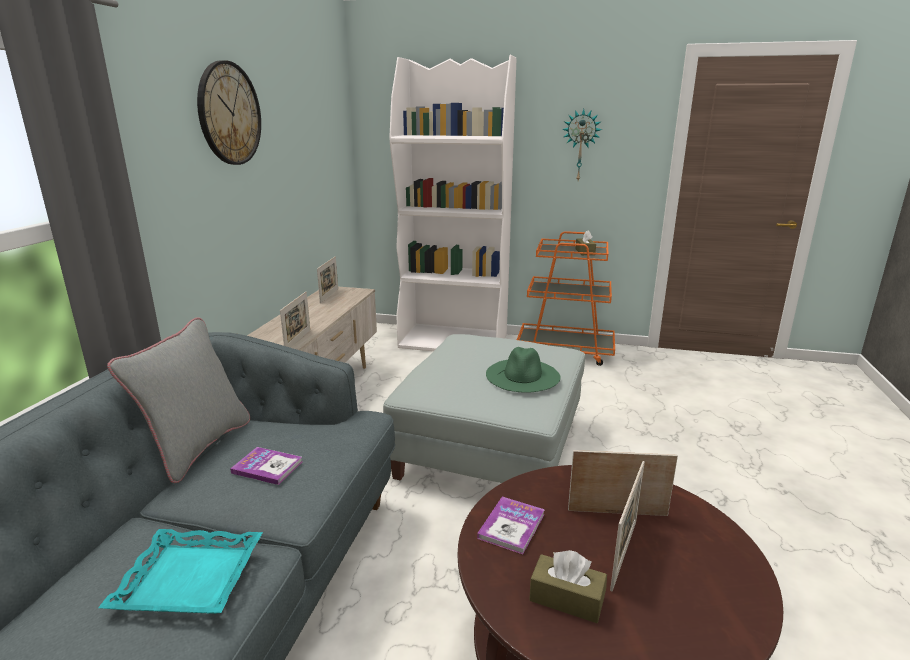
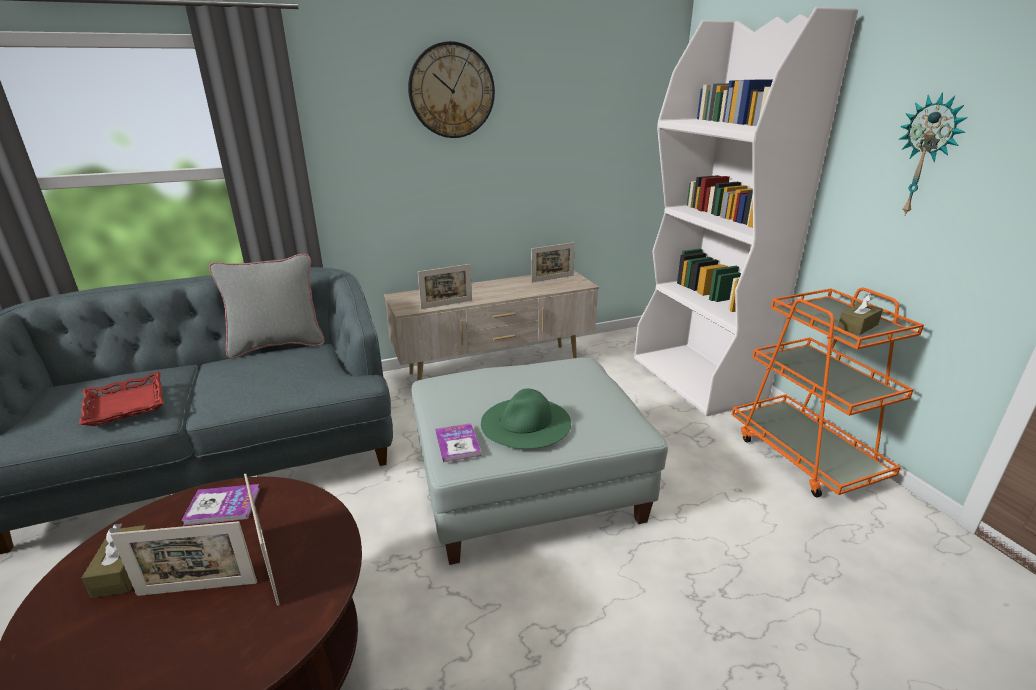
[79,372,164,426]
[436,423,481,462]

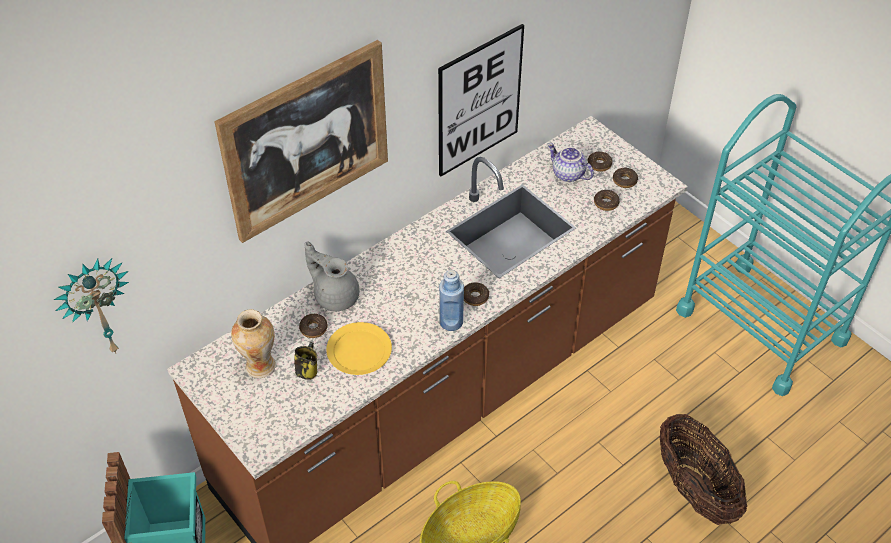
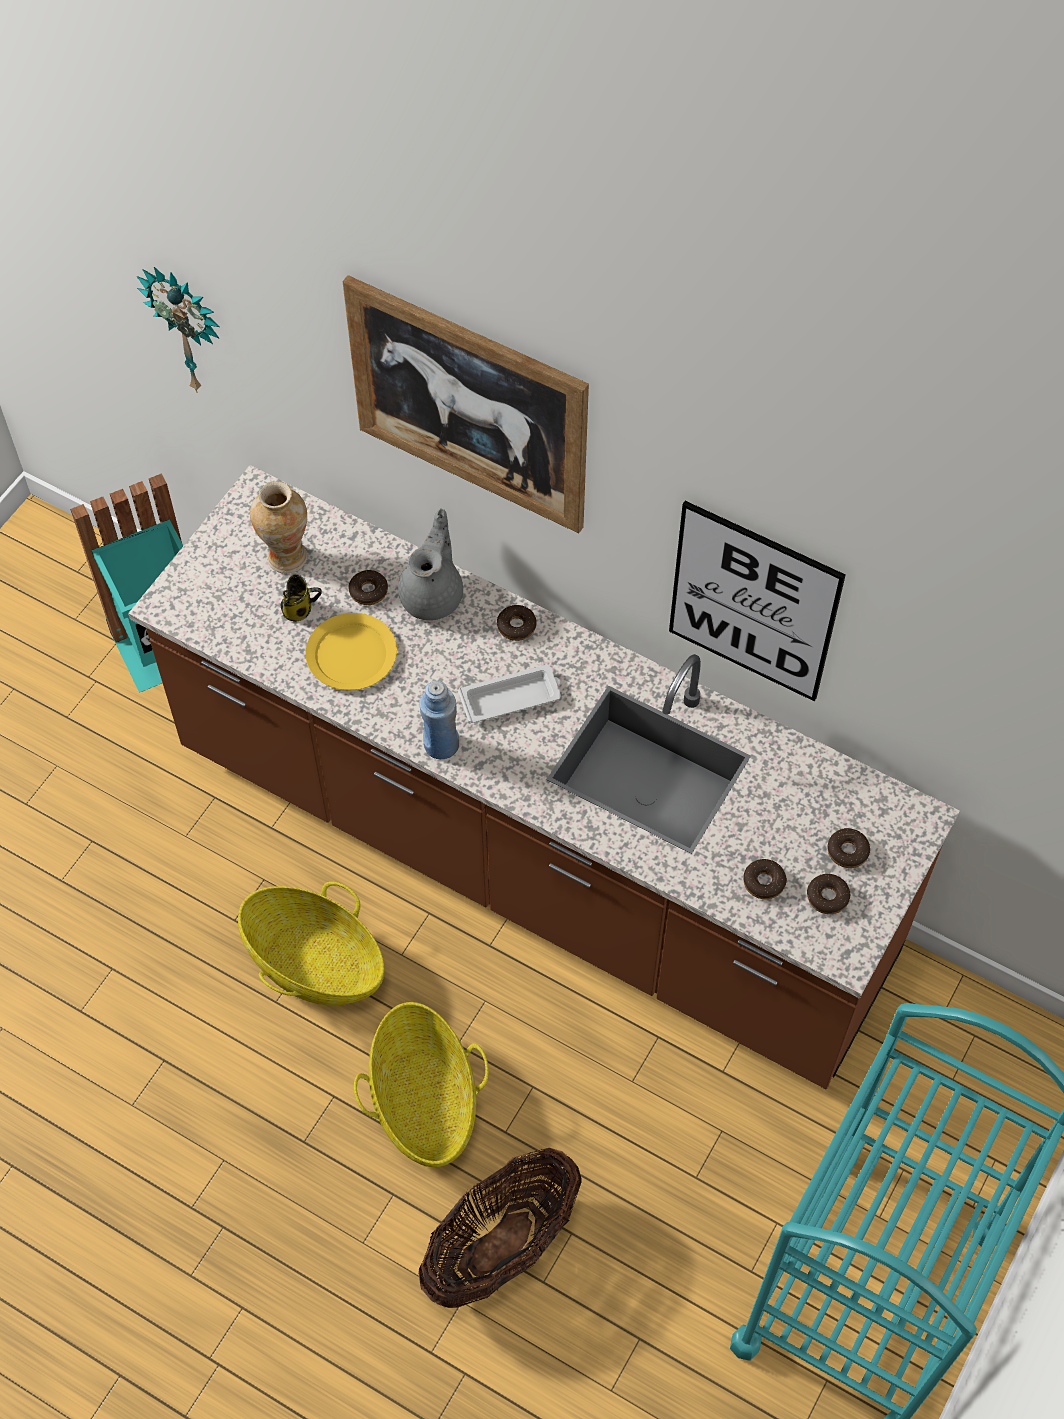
[354,1002,489,1167]
[458,665,561,723]
[497,605,537,641]
[547,143,594,182] (first image)

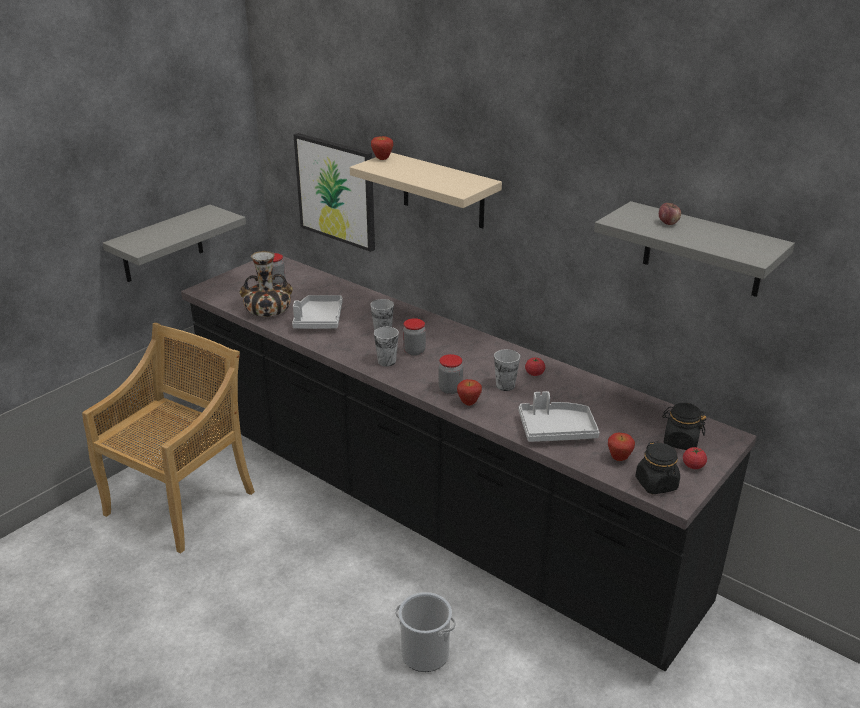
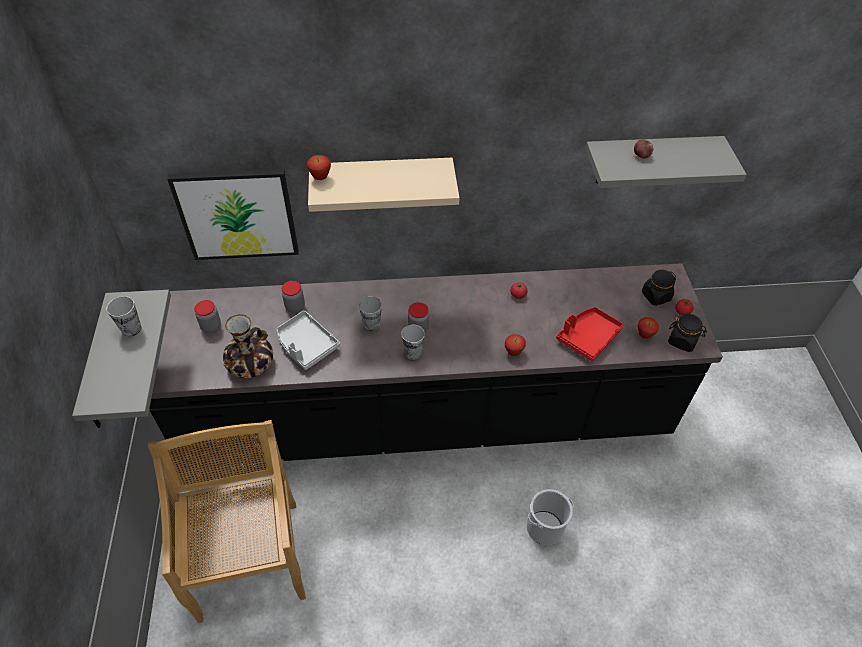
[107,296,142,337]
[282,281,305,313]
[556,307,624,361]

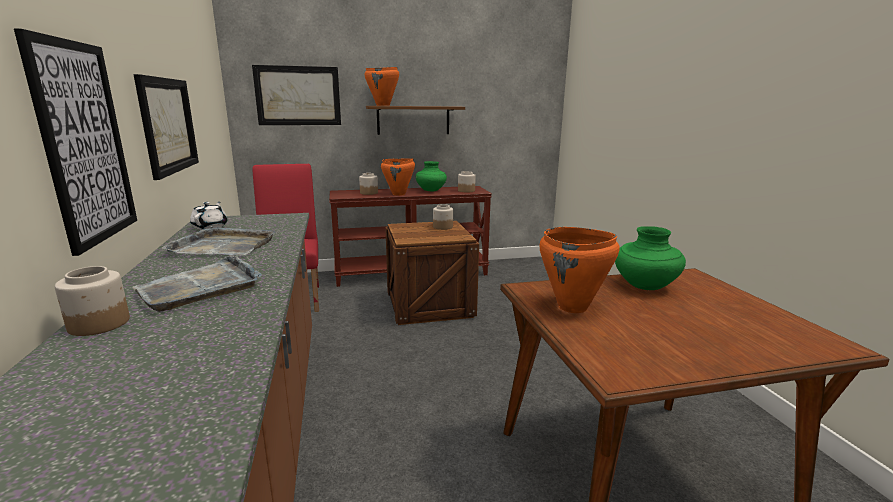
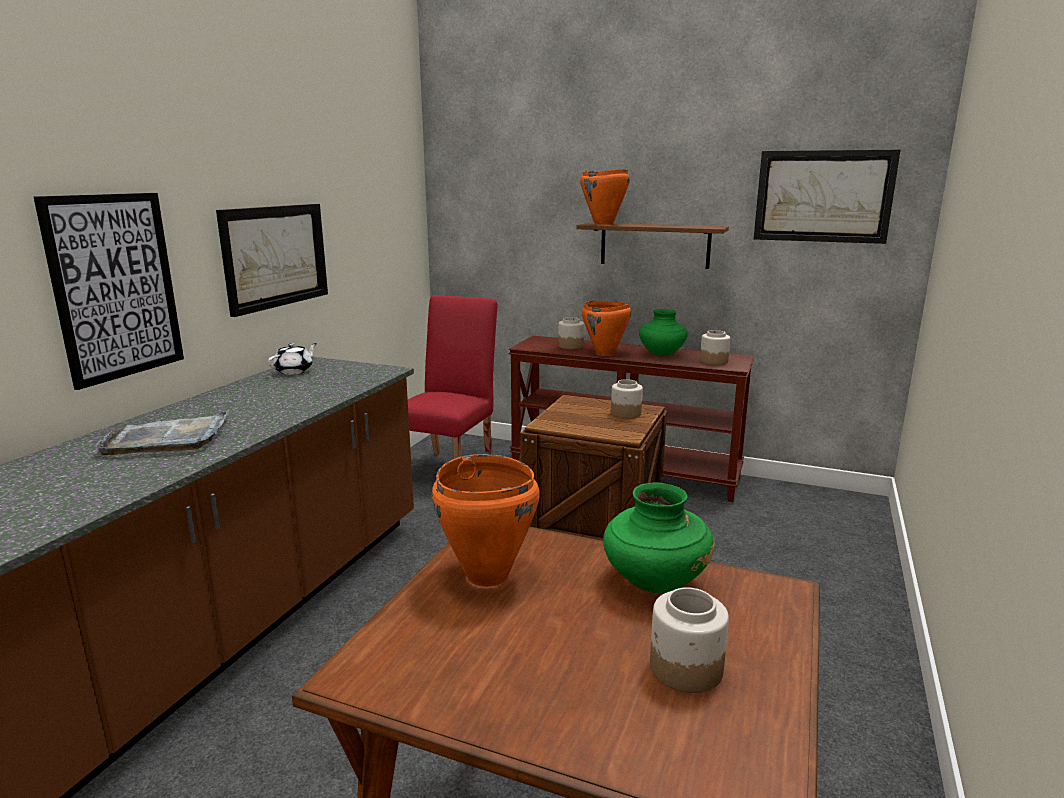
[650,587,729,693]
[754,150,900,244]
[162,226,275,256] (first image)

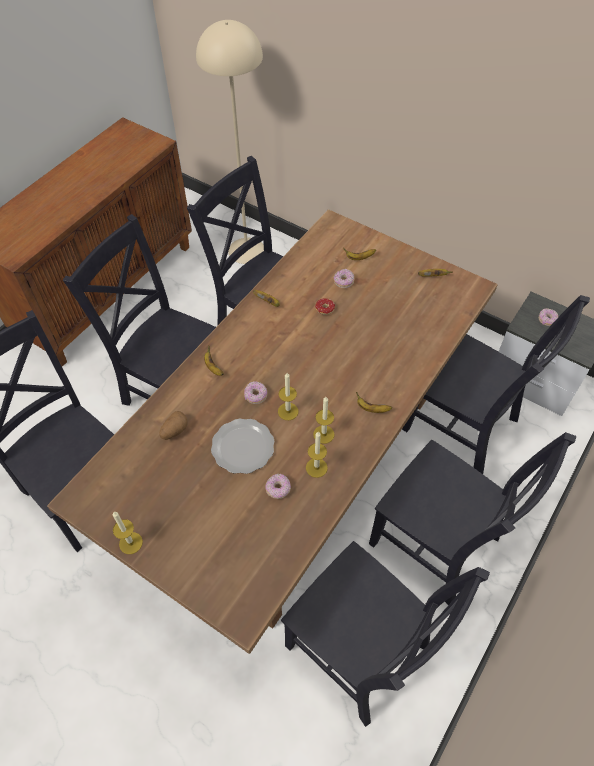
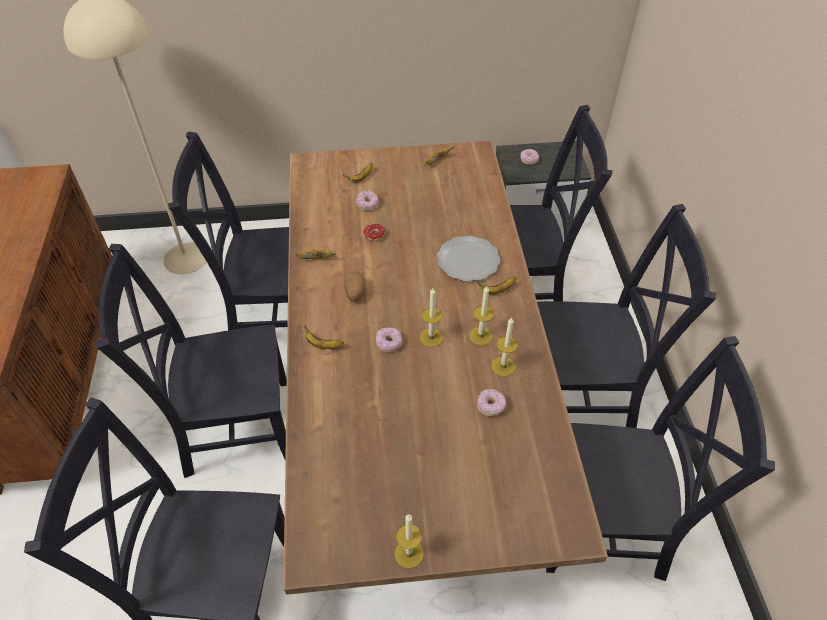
[344,272,365,302]
[437,236,500,282]

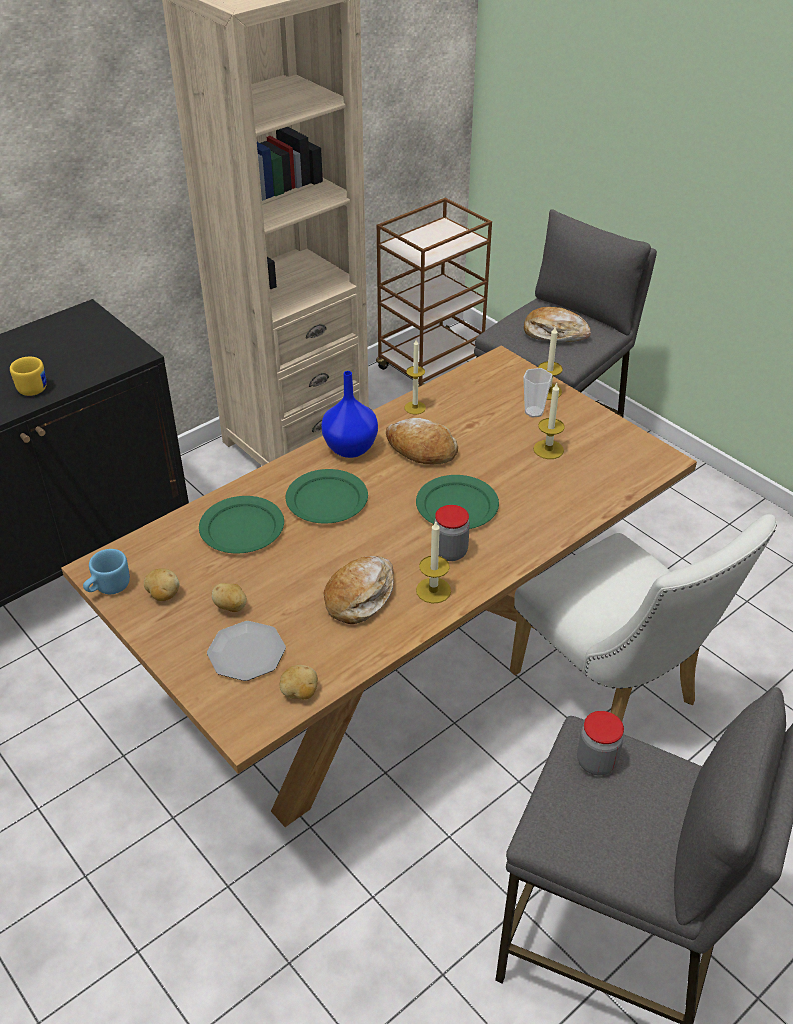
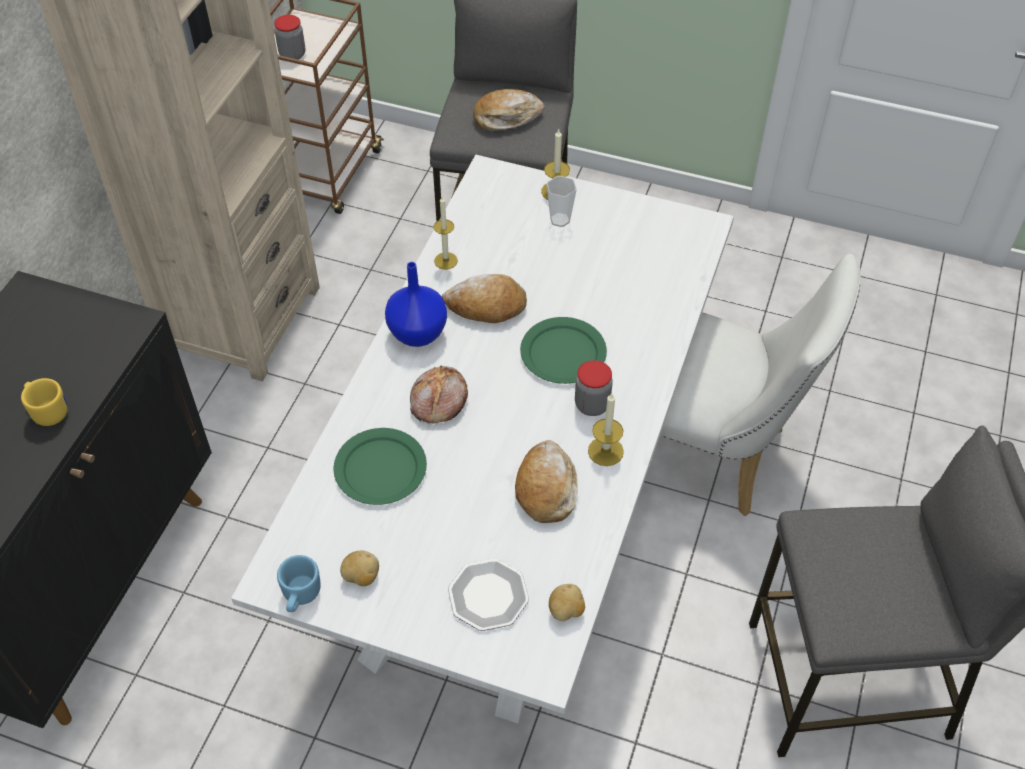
[231,155,734,723]
[274,15,305,60]
[410,366,468,424]
[212,583,247,612] (first image)
[533,383,565,459] (first image)

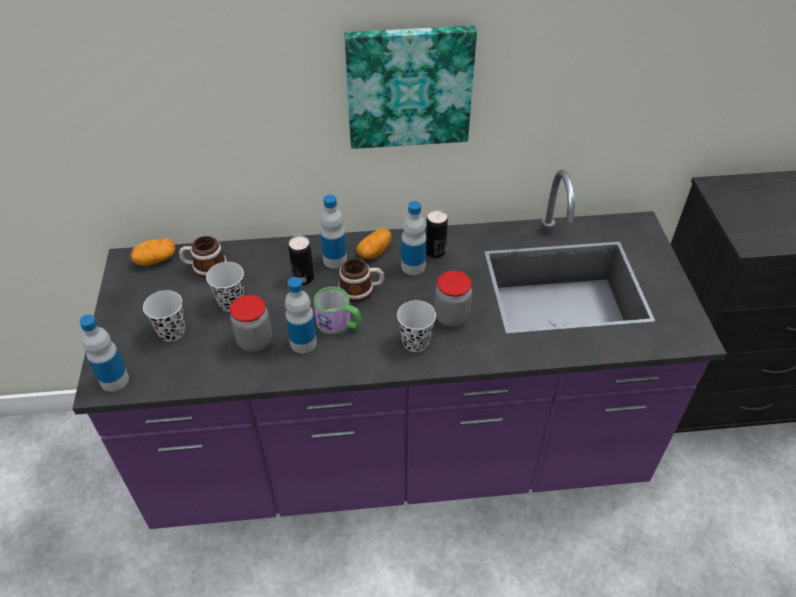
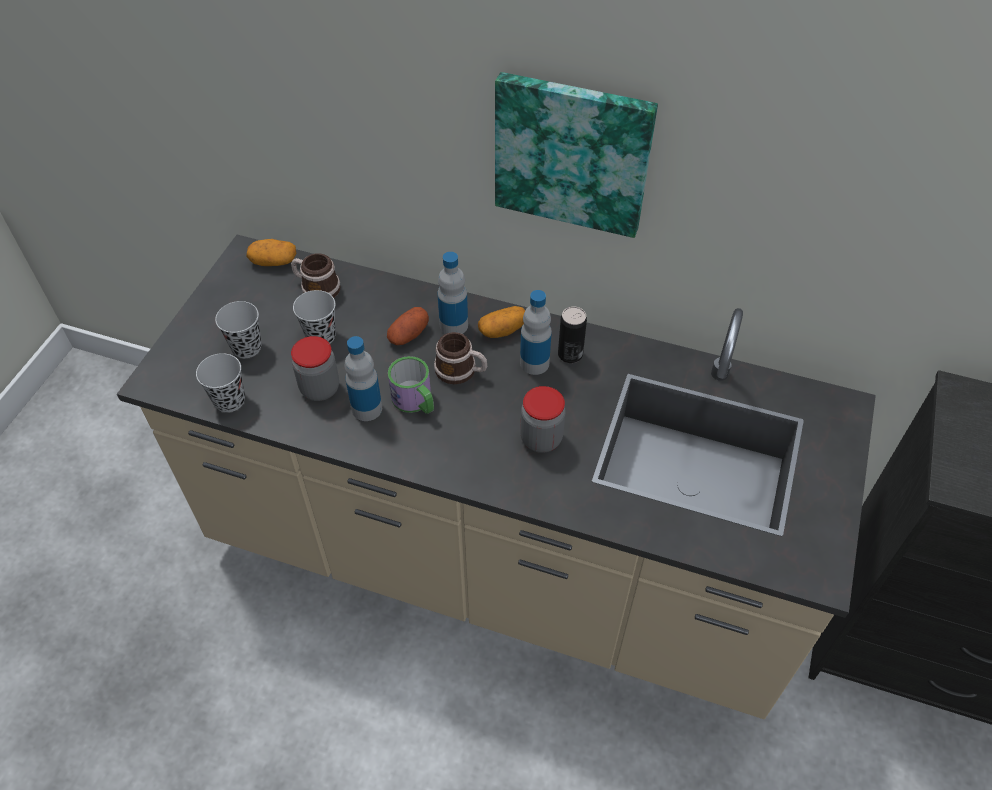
[117,235,876,719]
[196,353,245,412]
[387,307,429,345]
[79,315,129,392] (first image)

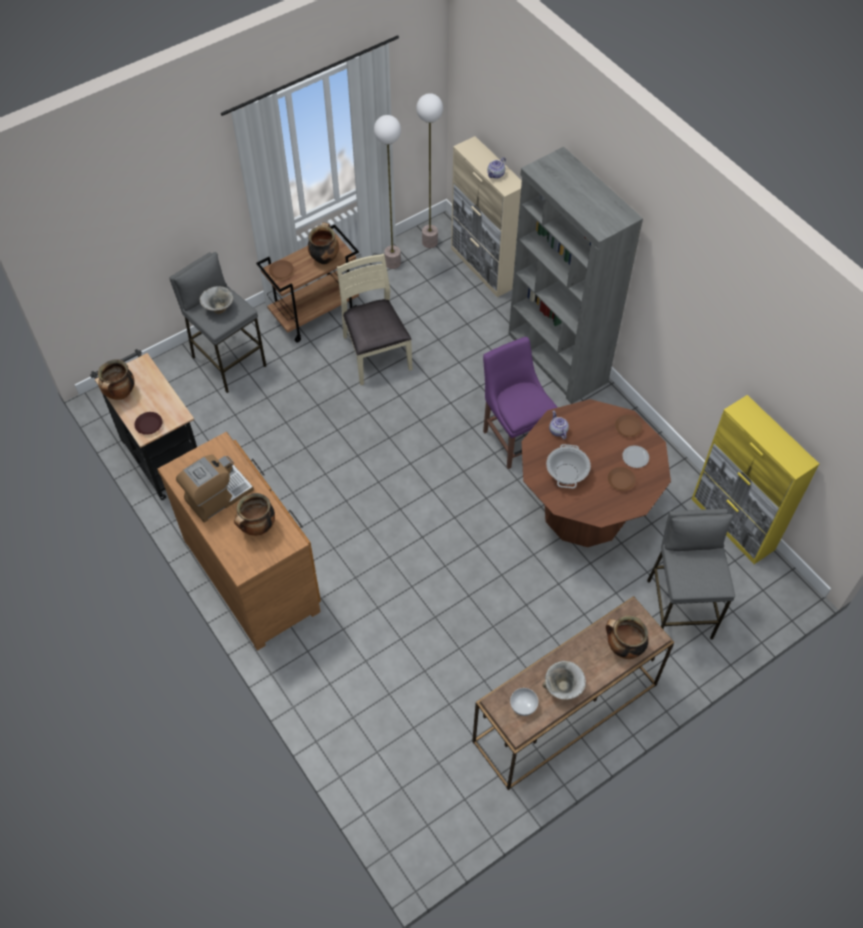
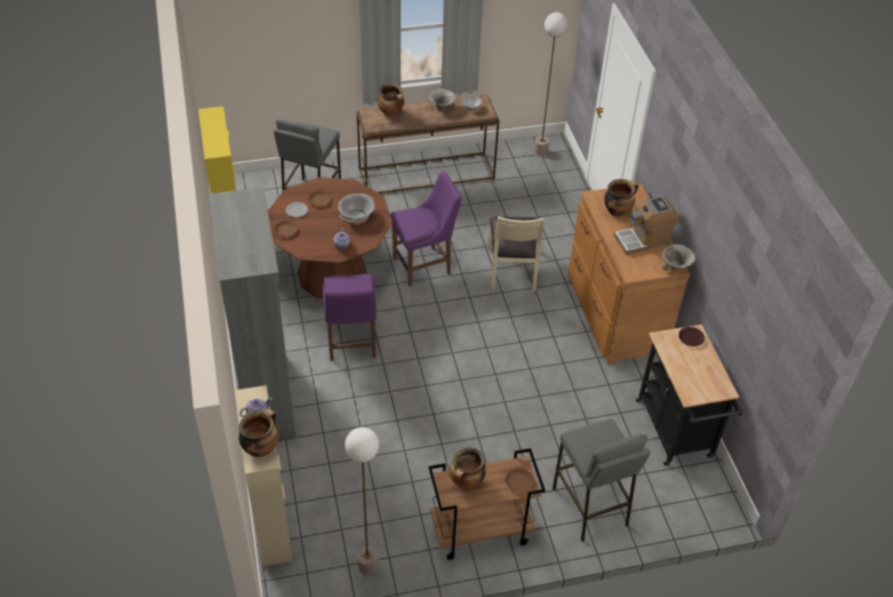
[239,409,279,457]
[390,172,462,287]
[488,217,544,291]
[534,12,568,156]
[662,244,695,271]

